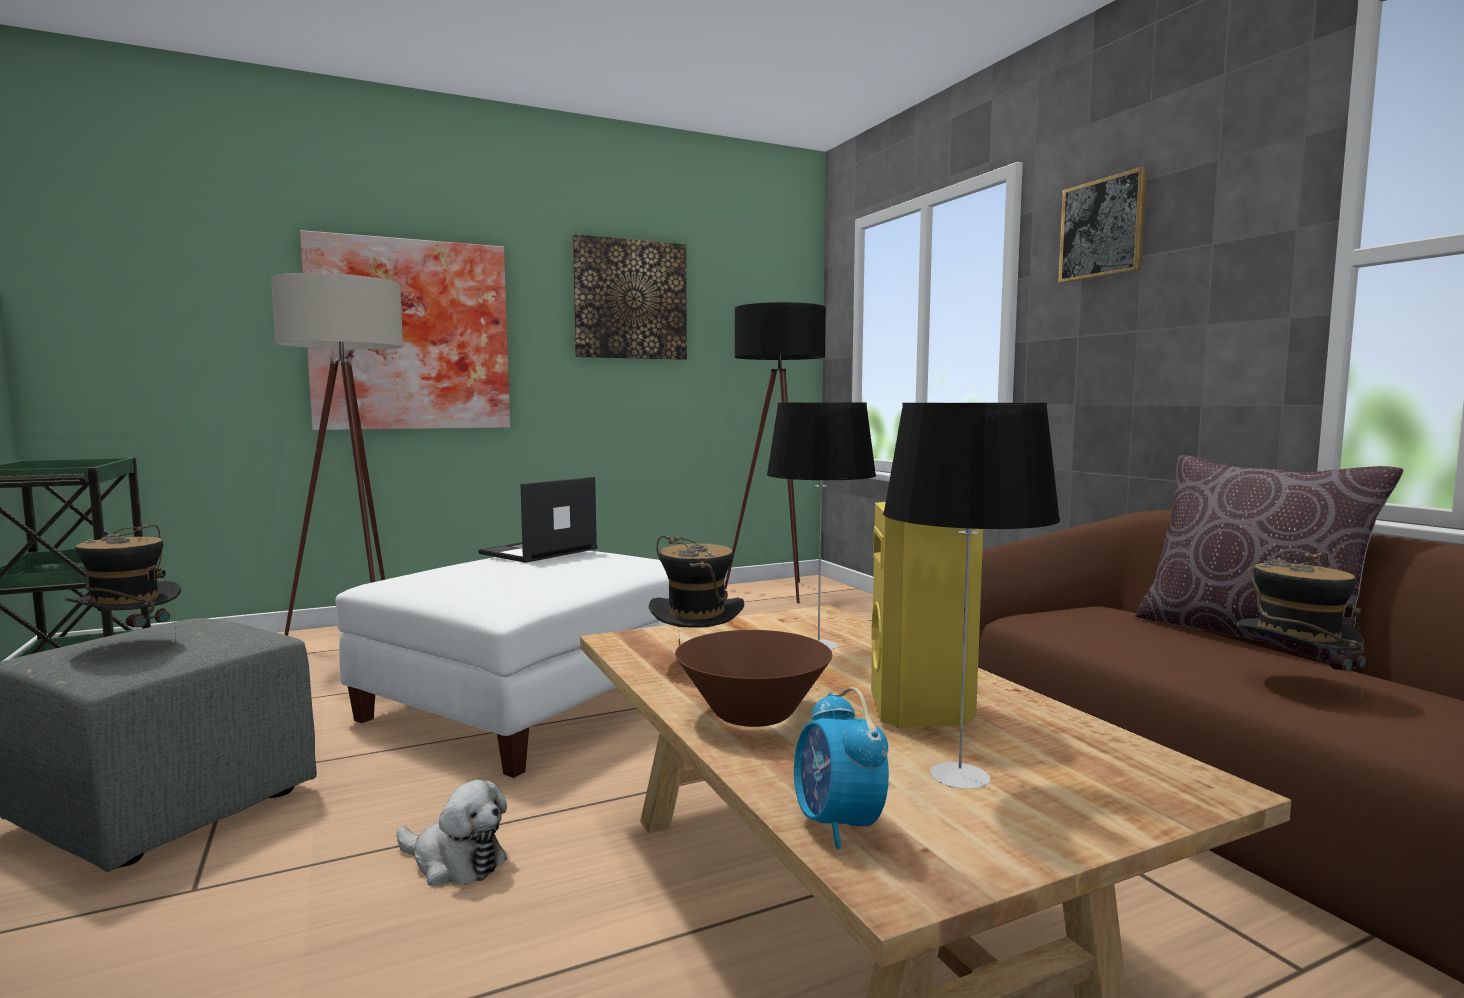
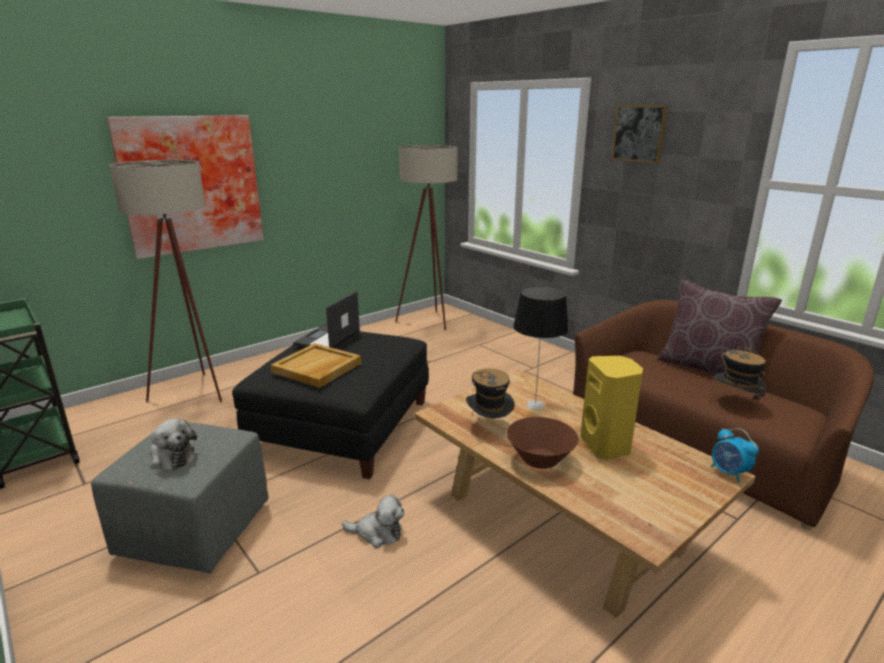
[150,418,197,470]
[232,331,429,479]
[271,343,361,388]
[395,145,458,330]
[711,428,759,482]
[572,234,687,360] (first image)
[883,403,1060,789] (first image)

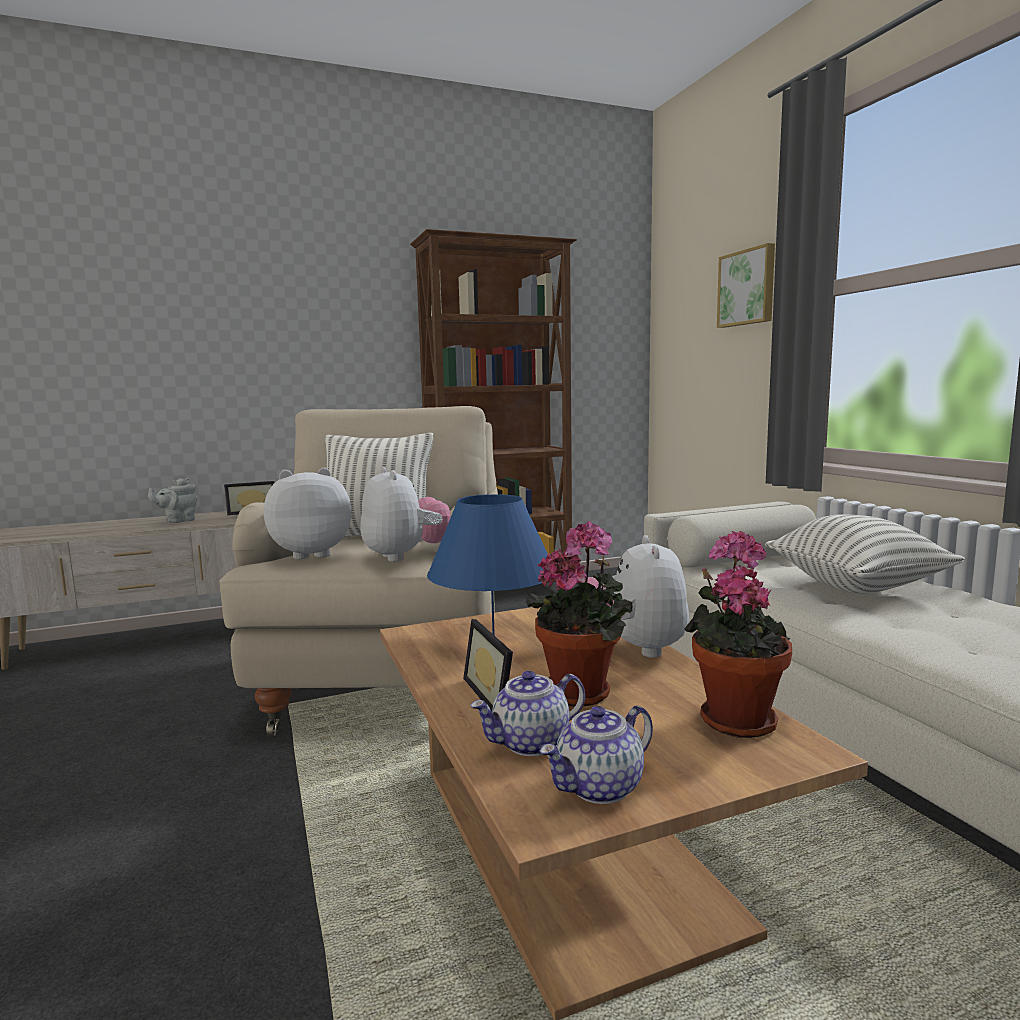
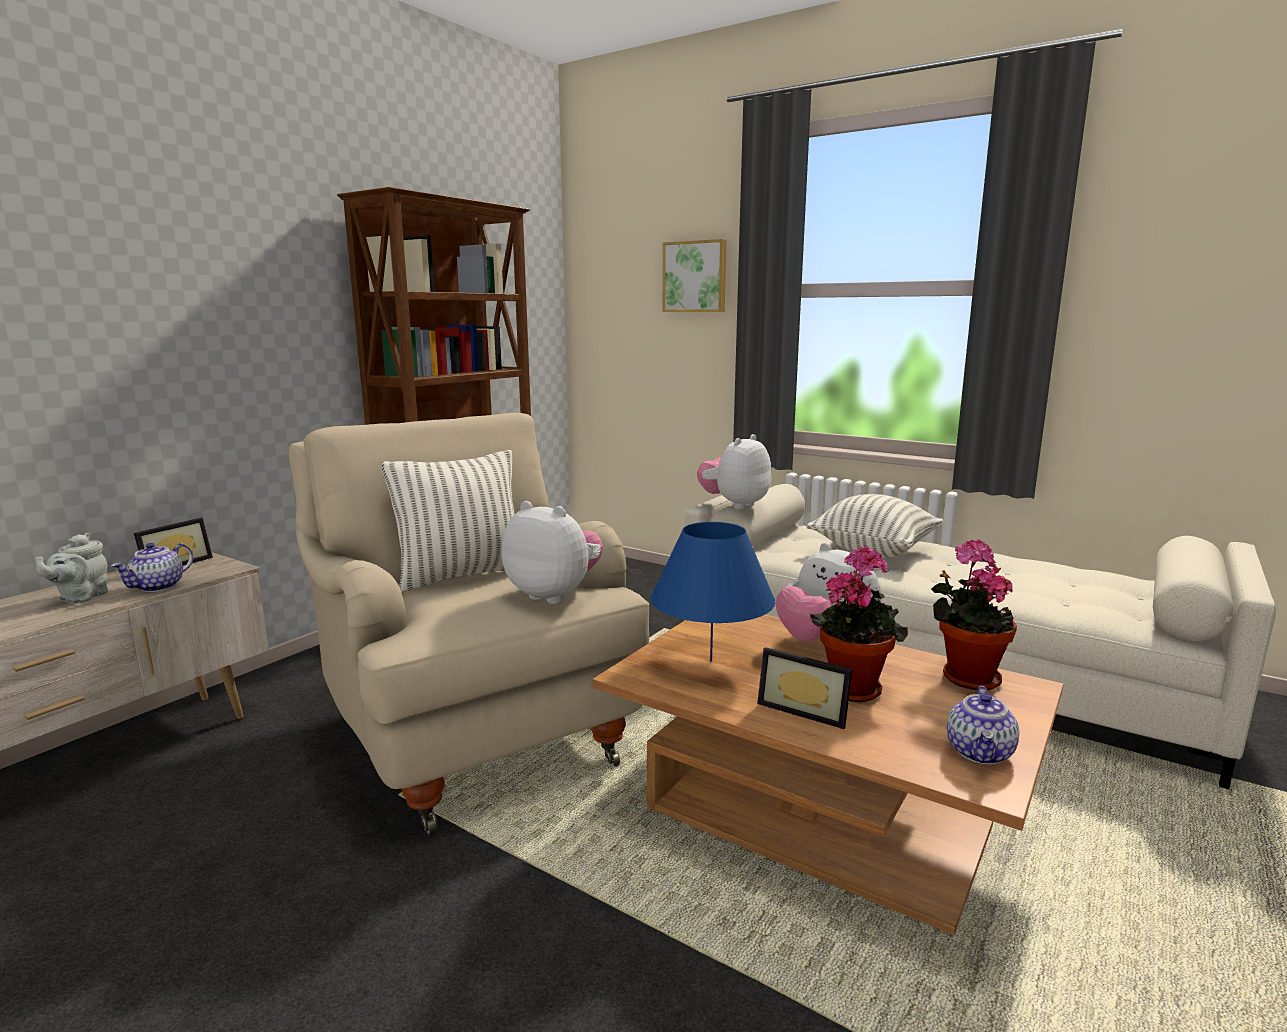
[111,543,193,592]
[697,434,772,509]

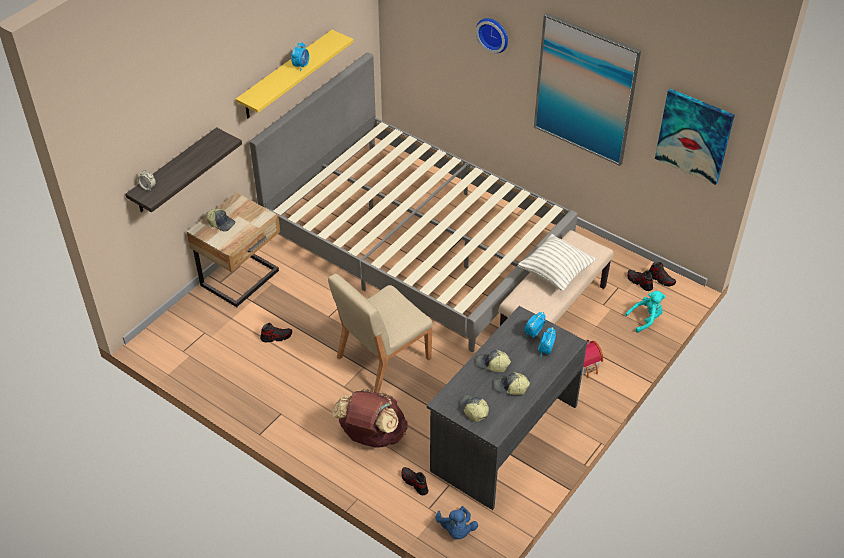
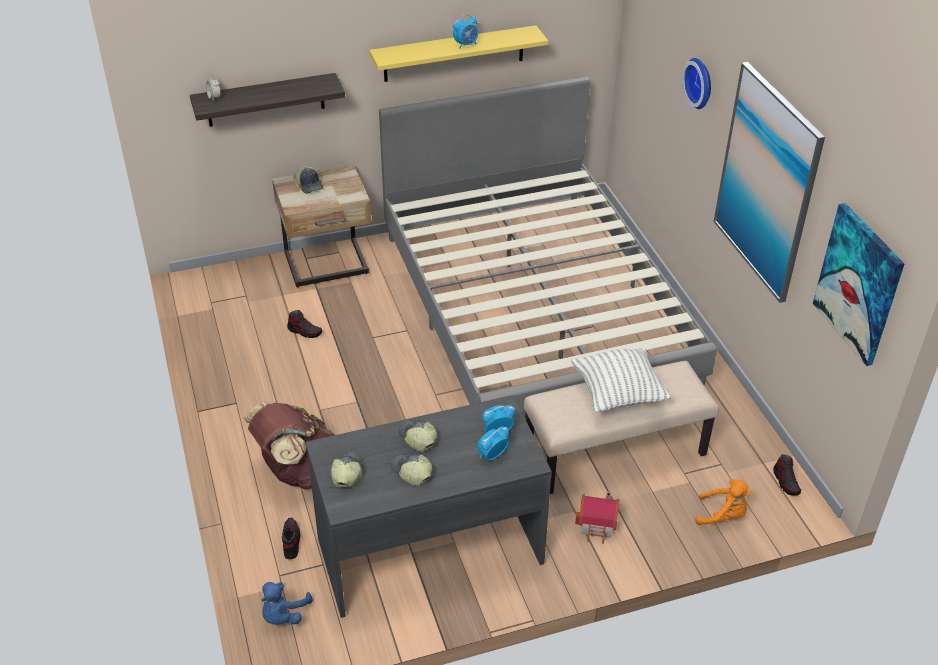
[695,479,751,525]
[328,274,433,393] (first image)
[627,269,653,291] (first image)

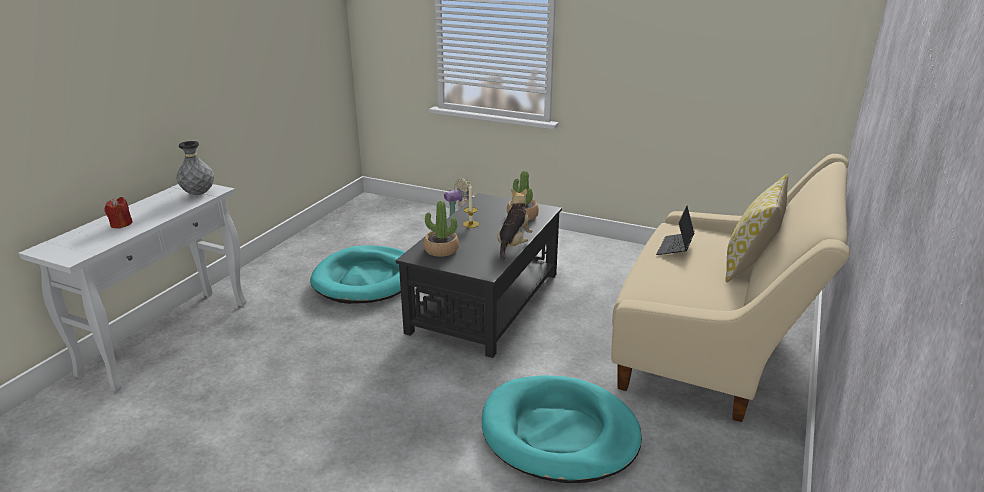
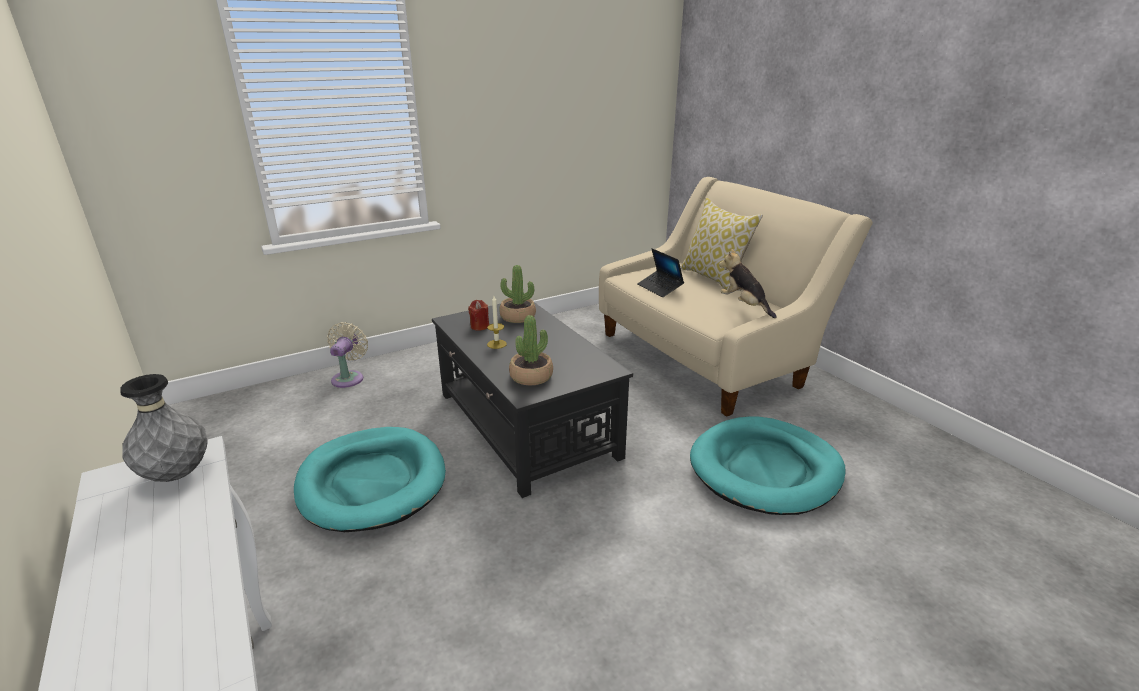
[468,300,489,331]
[719,248,777,318]

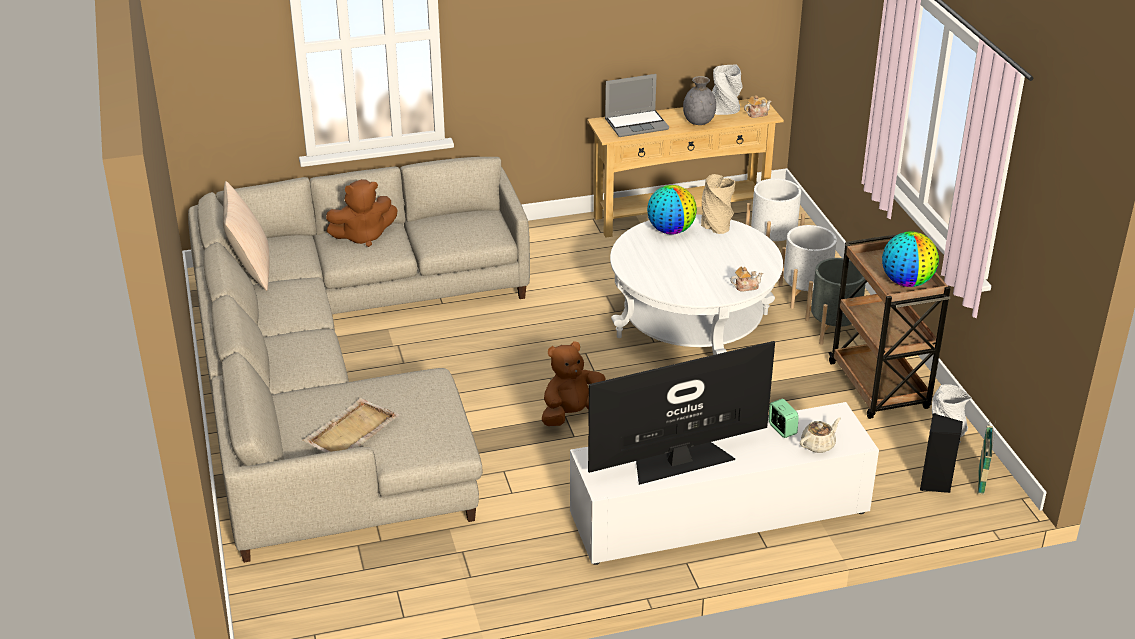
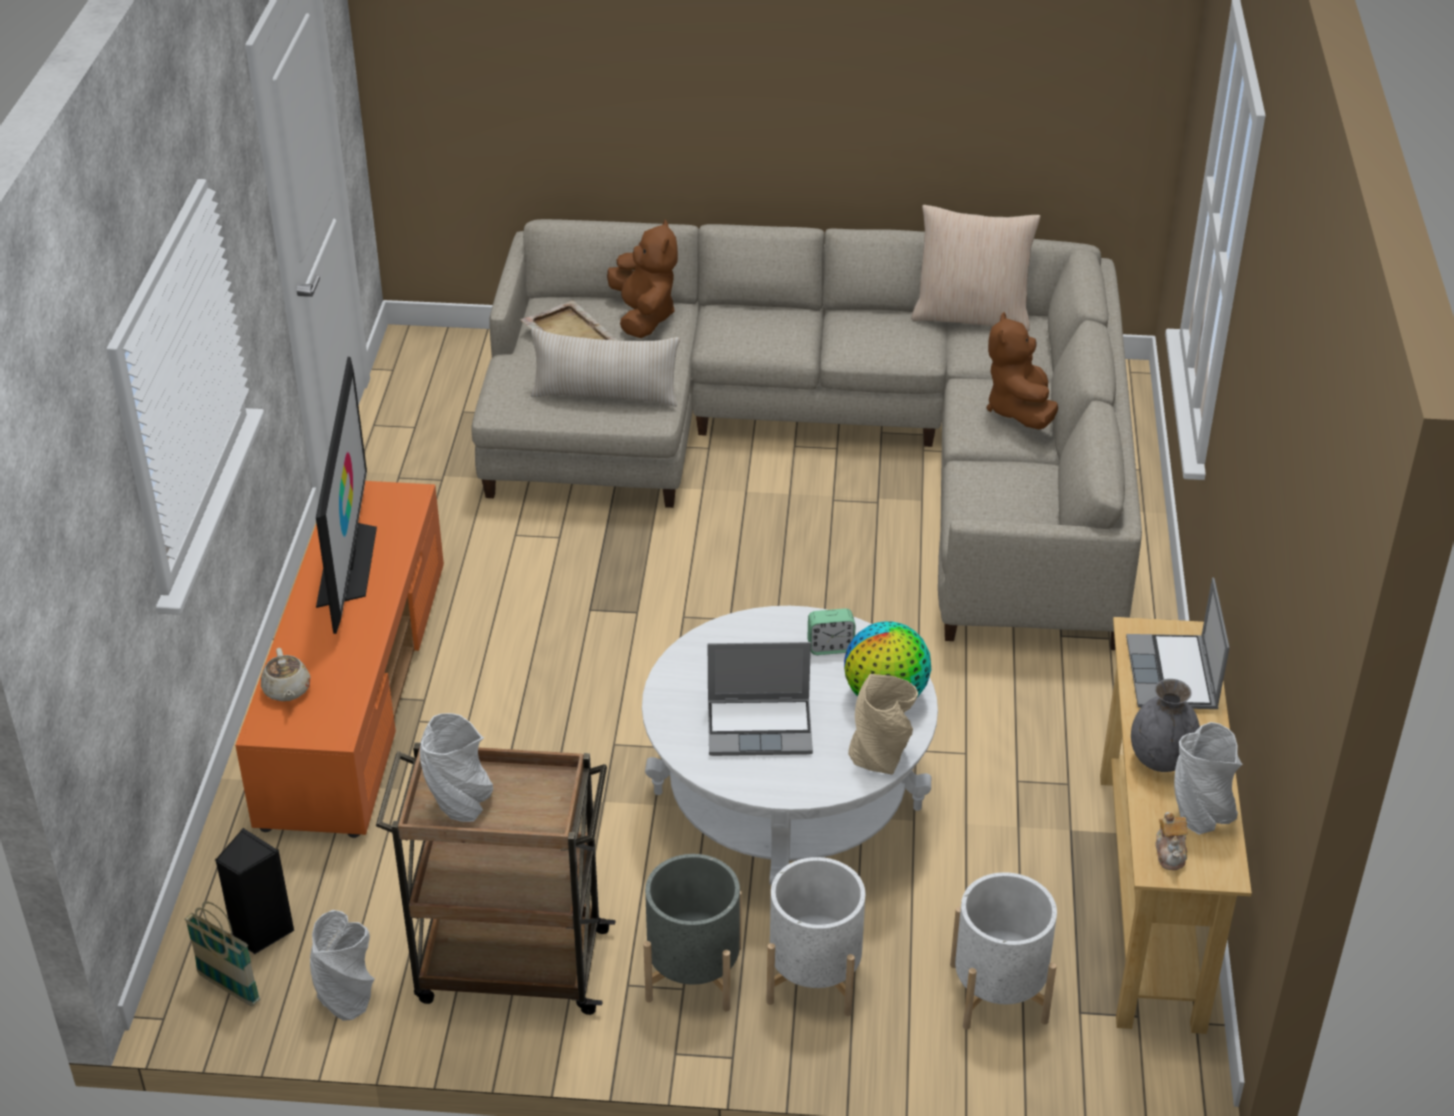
[235,481,444,838]
[420,713,493,822]
[531,328,680,407]
[607,220,678,338]
[708,642,813,756]
[808,608,856,655]
[730,267,763,291] (first image)

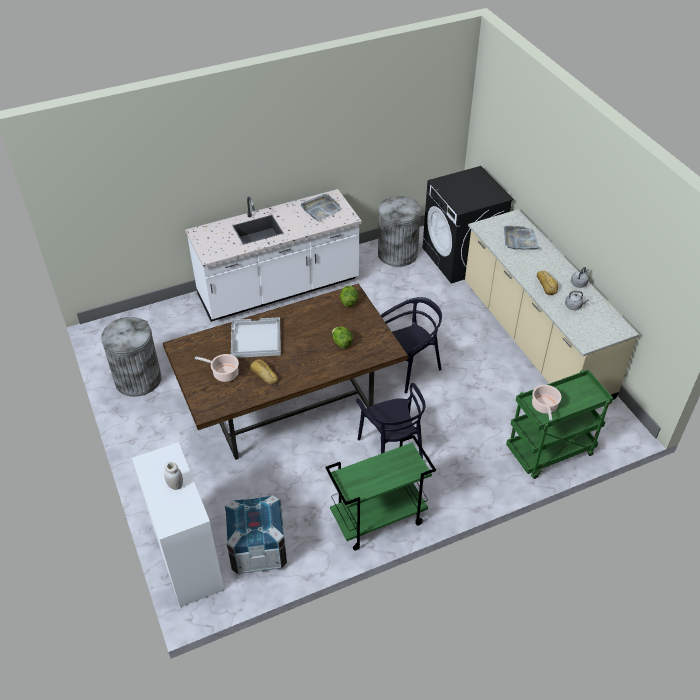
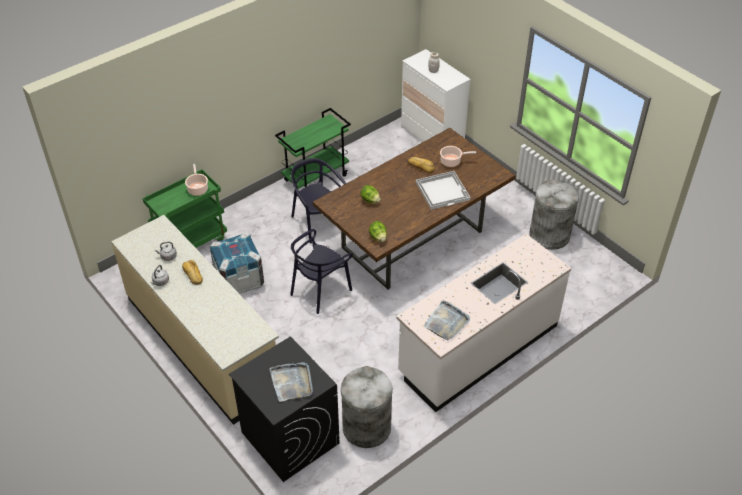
[210,233,264,294]
[269,362,313,402]

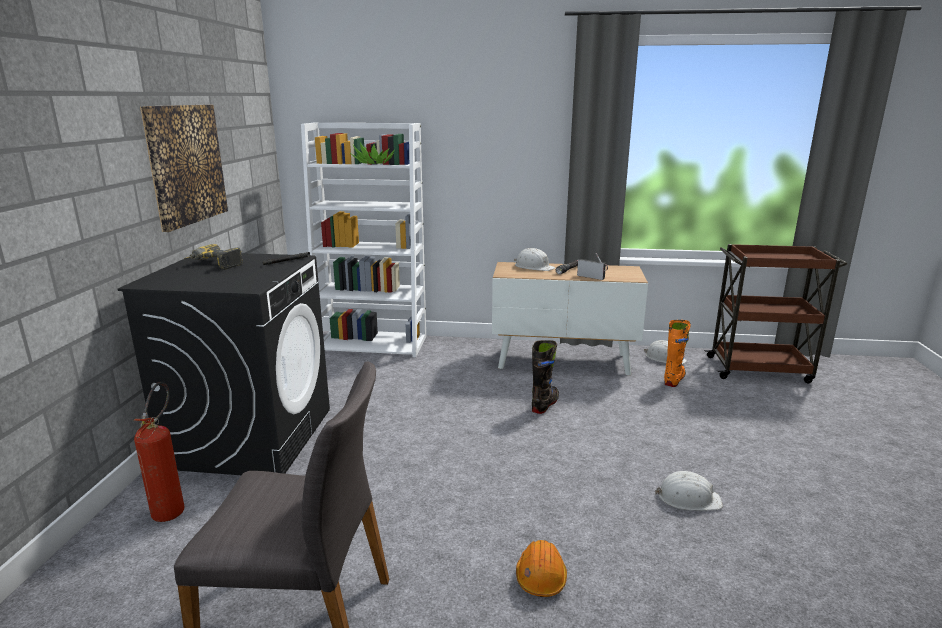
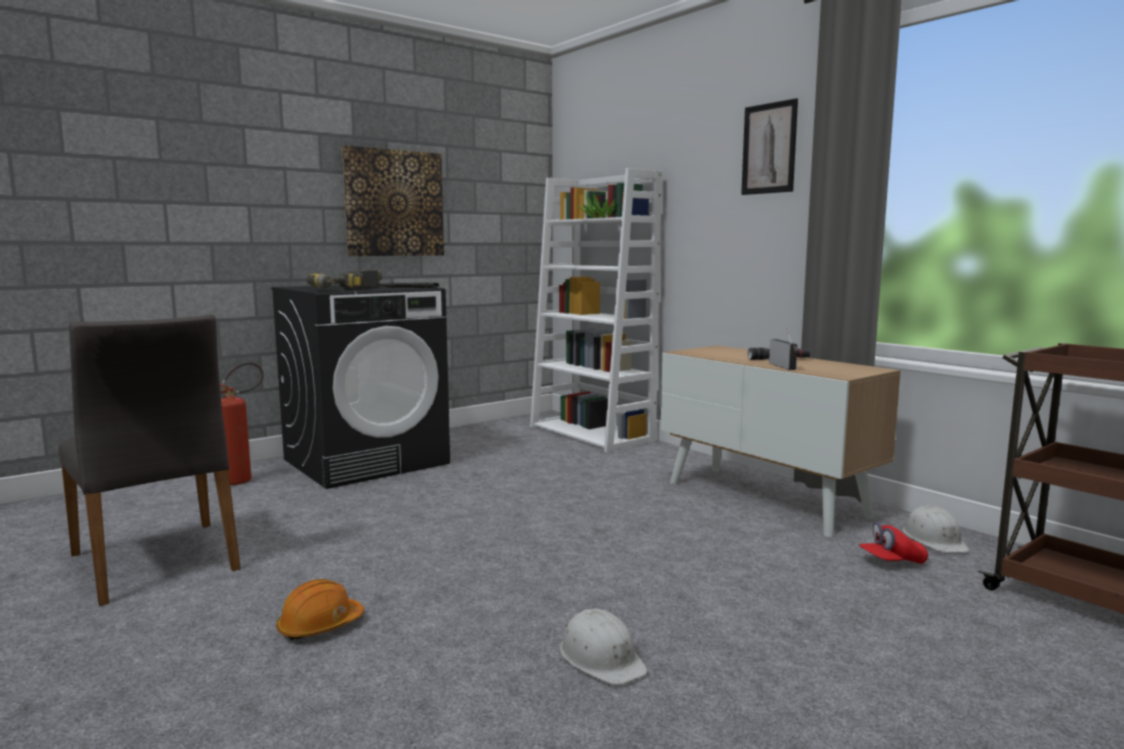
[306,271,364,290]
[741,98,798,195]
[859,522,928,564]
[514,248,555,271] (first image)
[532,340,559,414] (first image)

